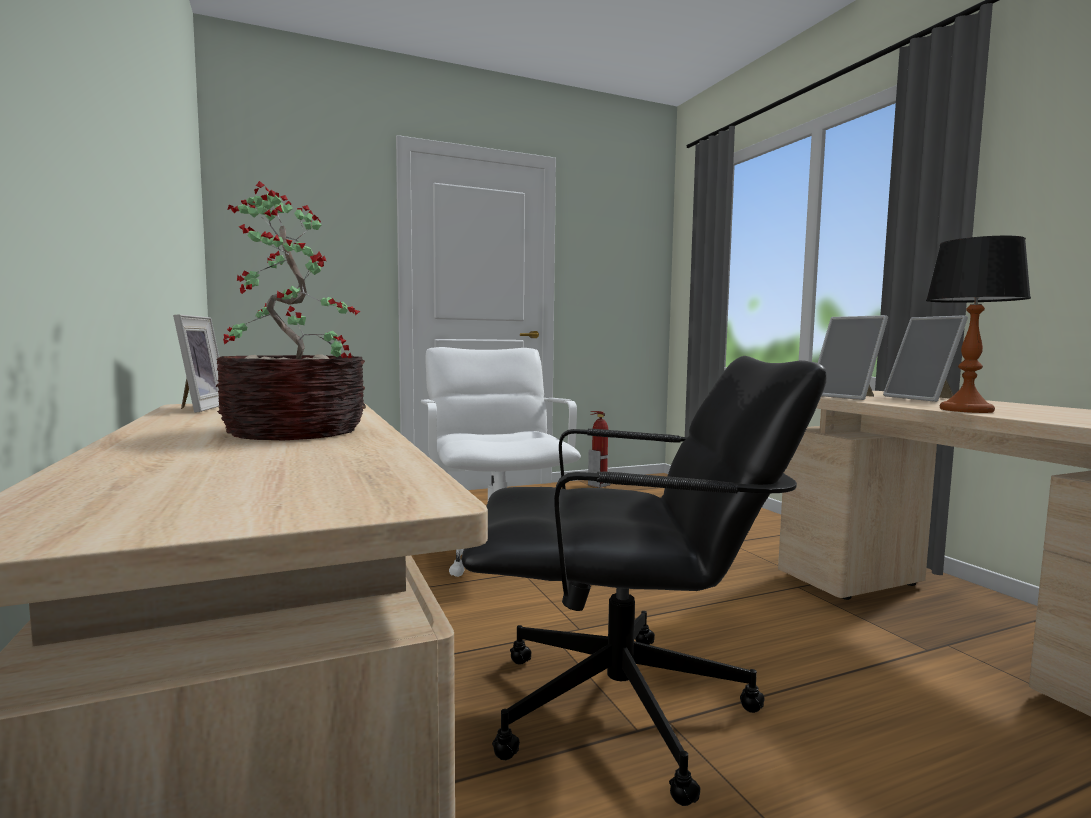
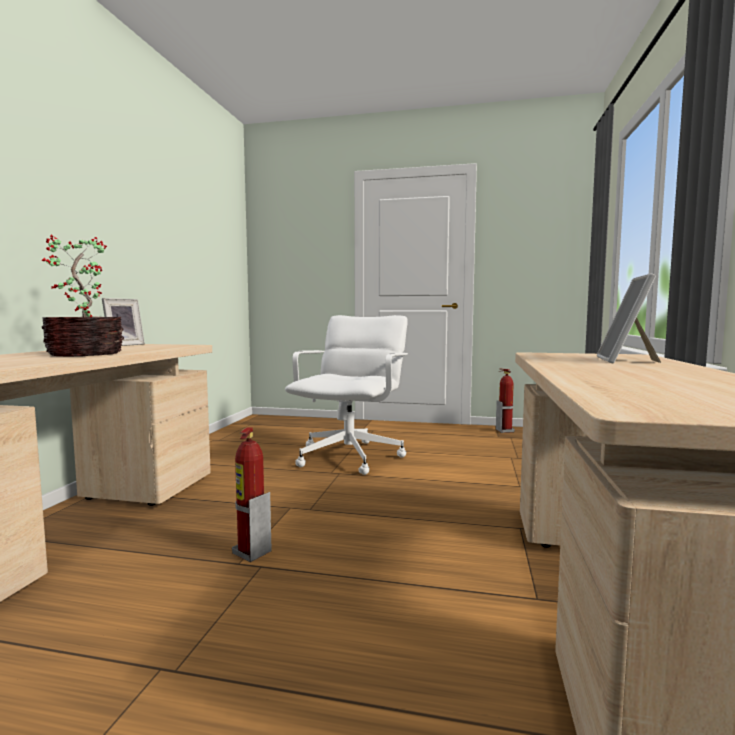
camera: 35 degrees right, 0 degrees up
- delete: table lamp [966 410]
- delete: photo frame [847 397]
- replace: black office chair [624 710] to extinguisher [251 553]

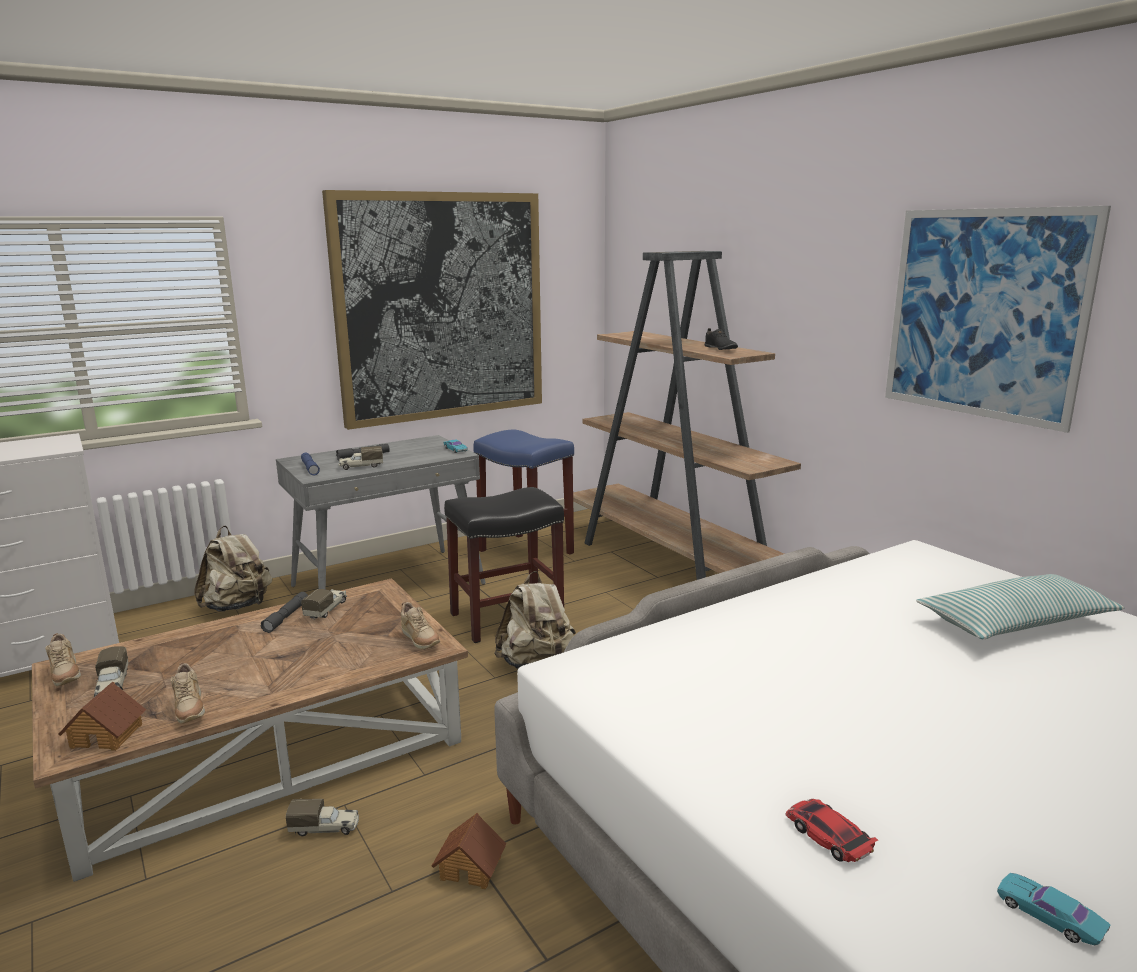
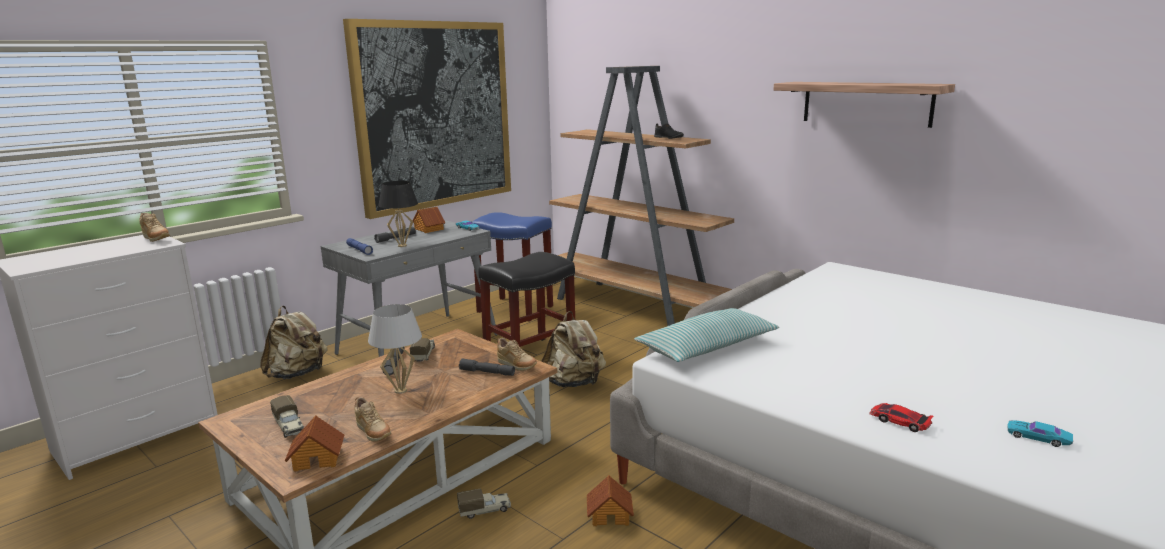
camera: 15 degrees left, 0 degrees up
- replace: wall art [983 314] to bracket shelf [866 103]
- replace: toy truck [361 466] to black table lamp [402 246]
- move: throw pillow [1015 623] to [706 348]
- move: beige low shoe [66 677] to [156 239]
- insert: toy house [428 229]
- insert: whitish table lamp [400 391]
- insert: grey hand torch [487 372]

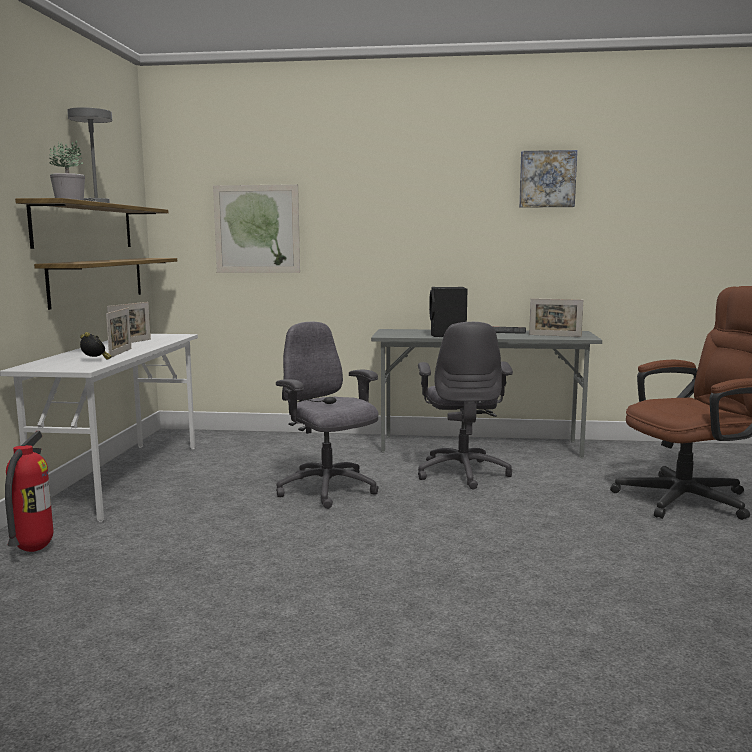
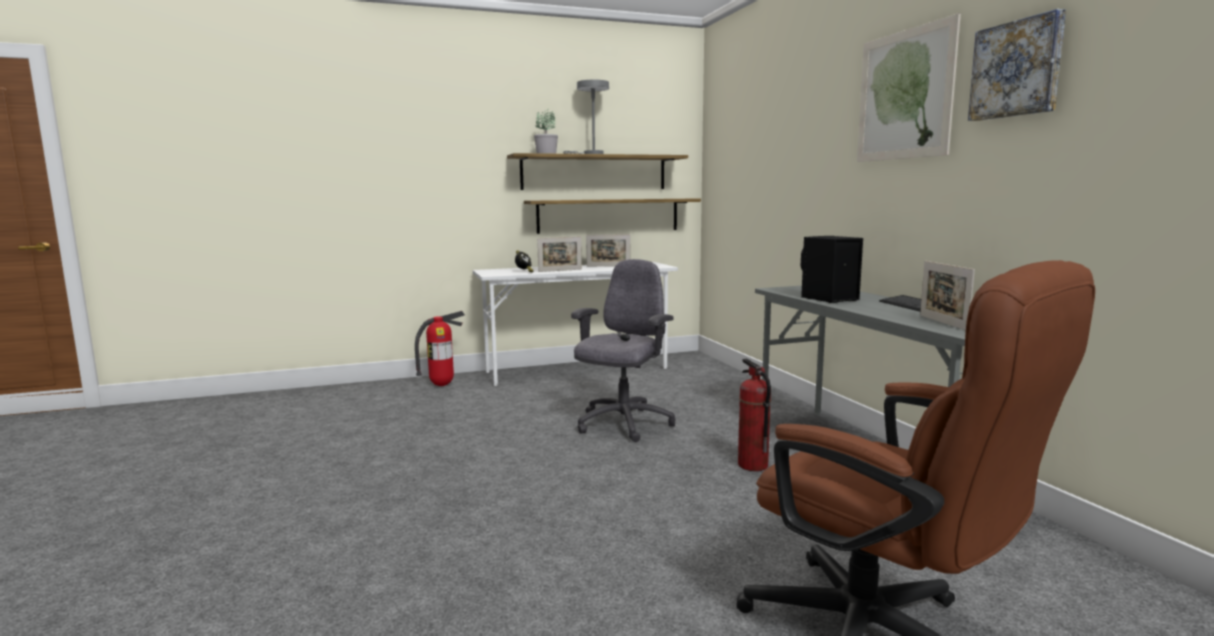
camera: 65 degrees right, 0 degrees up
- move: wall art [257 229] to [904 95]
- replace: grey office chair [463 473] to extinguisher [752 465]

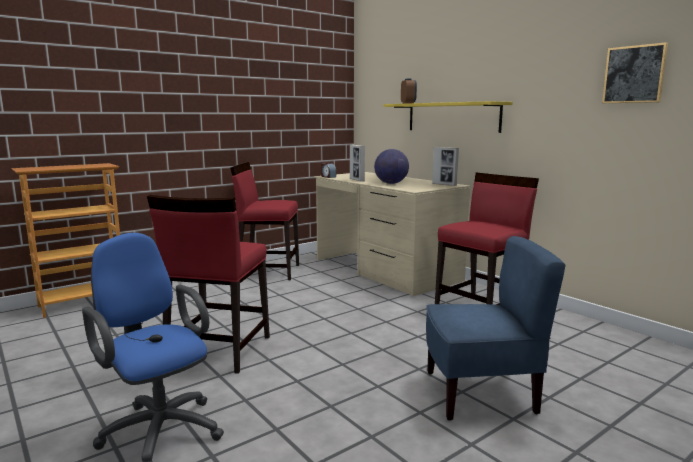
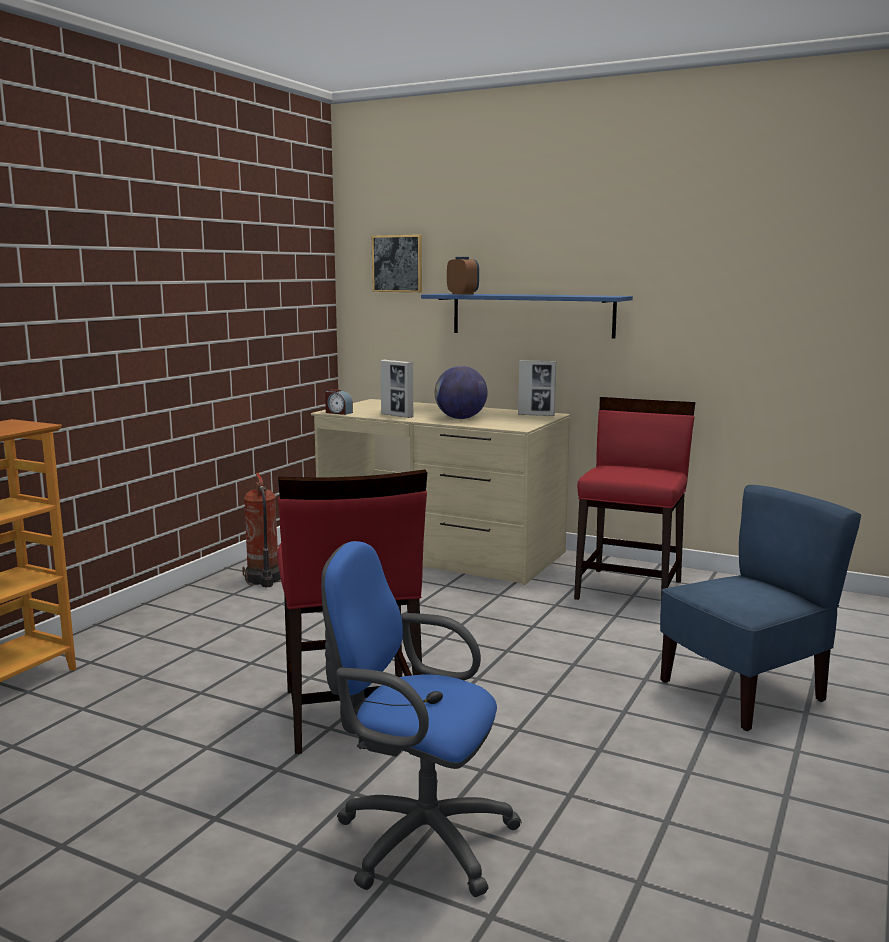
camera: 25 degrees left, 0 degrees up
- move: wall art [634 74] to [397 263]
- recolor: yellow-coloured bracket shelf [452 117] to blue bracket shelf [532 315]
- replace: red-coloured plain chair [267 271] to extinguisher [263 580]

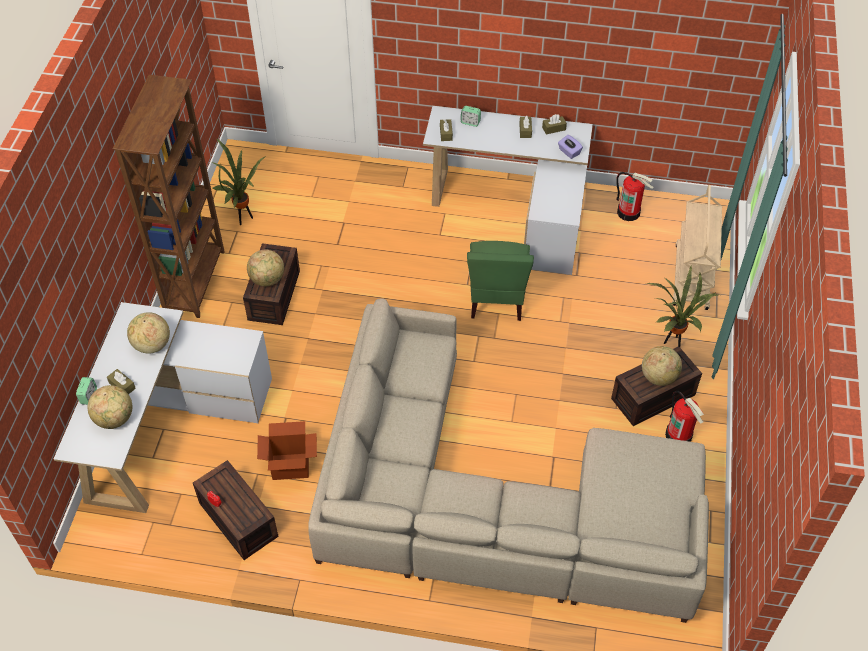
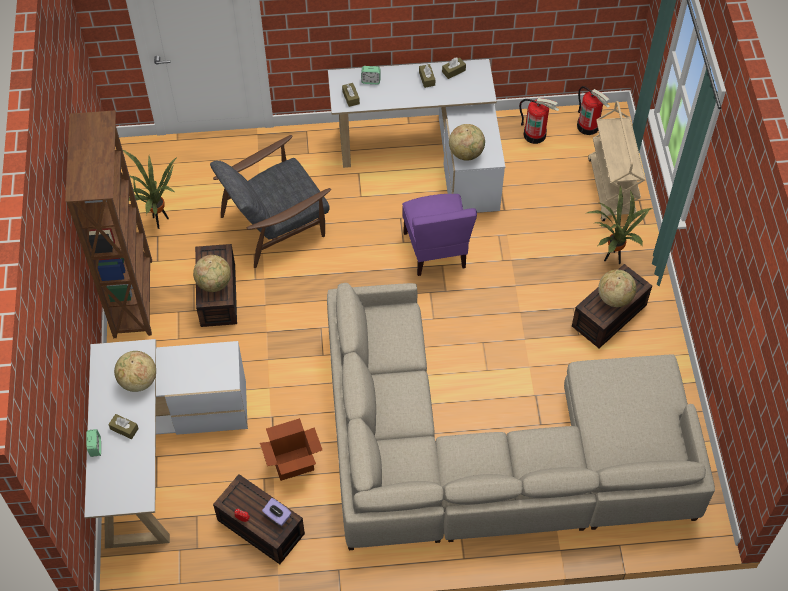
camera: 15 degrees left, 5 degrees up
- move: purplish tissue box [569 152] to [277 516]
- recolor: green plain chair [496 298] to purplish plain chair [436 250]
- move: desk globe [115 418] to [466 153]
- move: extinguisher [679 435] to [588 126]
- insert: grey lounge chair [275 223]

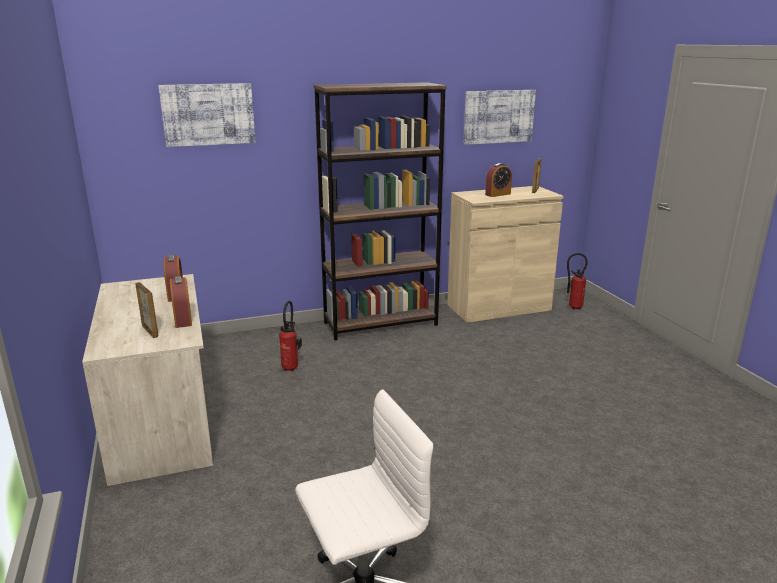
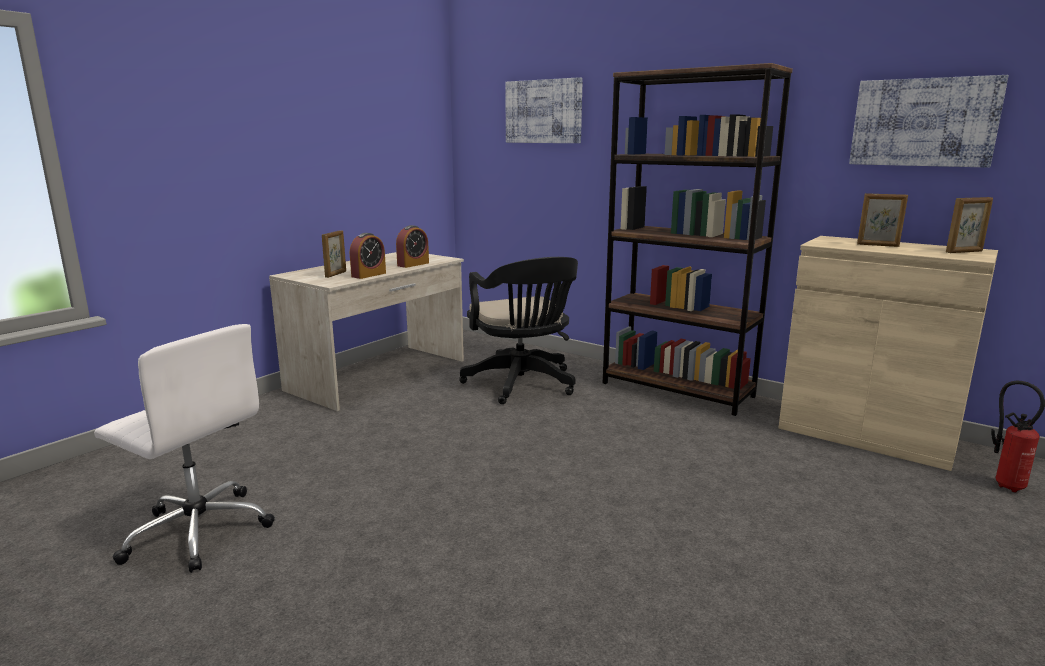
camera: 55 degrees right, 5 degrees down
- replace: alarm clock [498 194] to photo frame [878 245]
- replace: extinguisher [292 367] to black office chair [523 385]

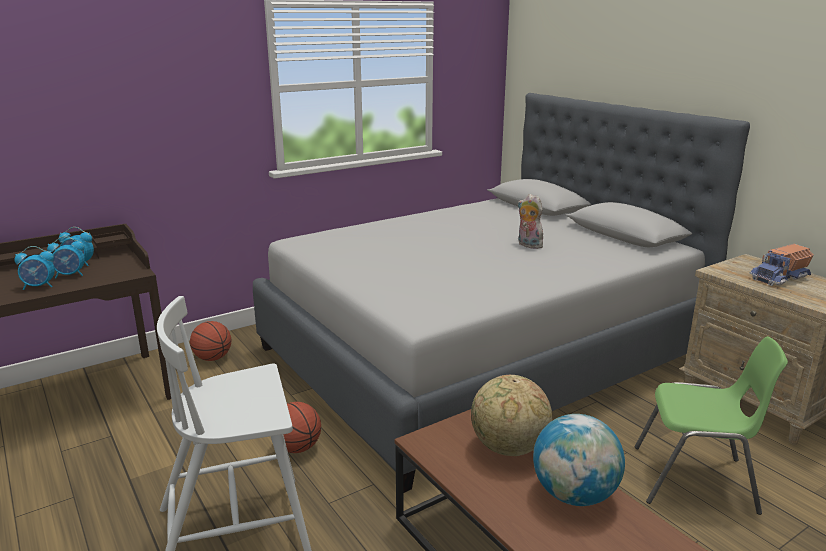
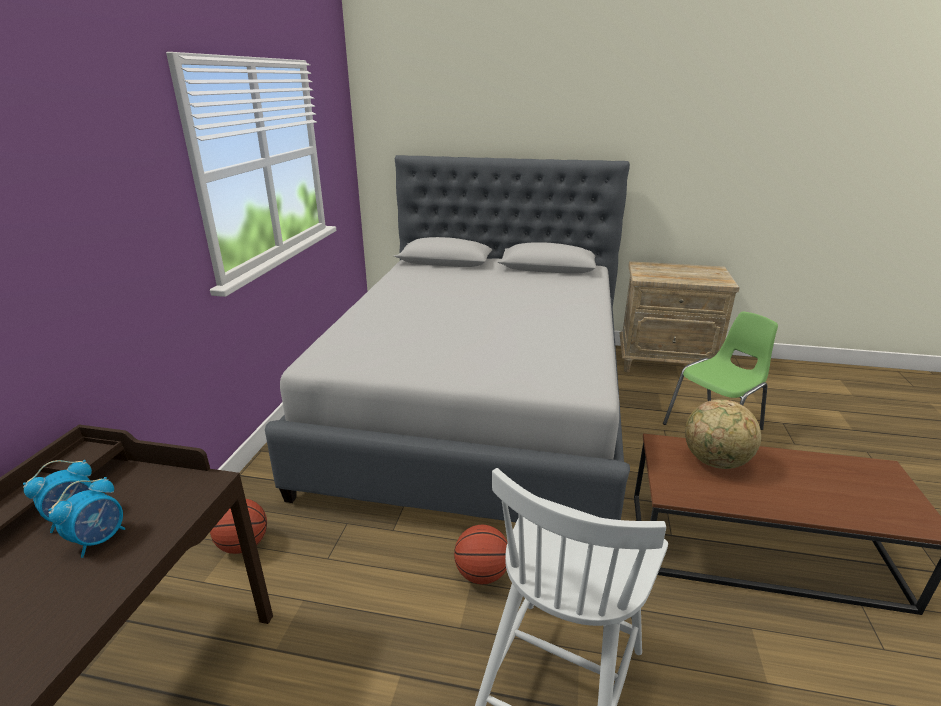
camera: 45 degrees left, 5 degrees up
- delete: cuddly toy [528 245]
- delete: toy truck [780 278]
- delete: alarm clock [39 286]
- delete: desk globe [574 495]

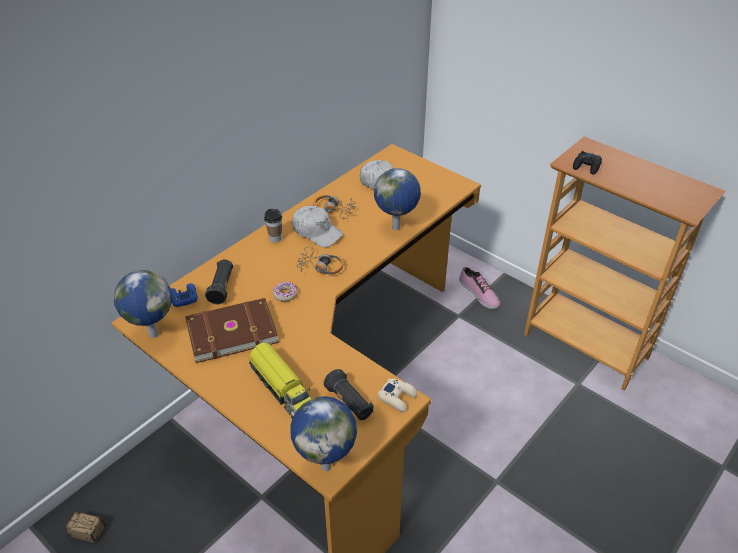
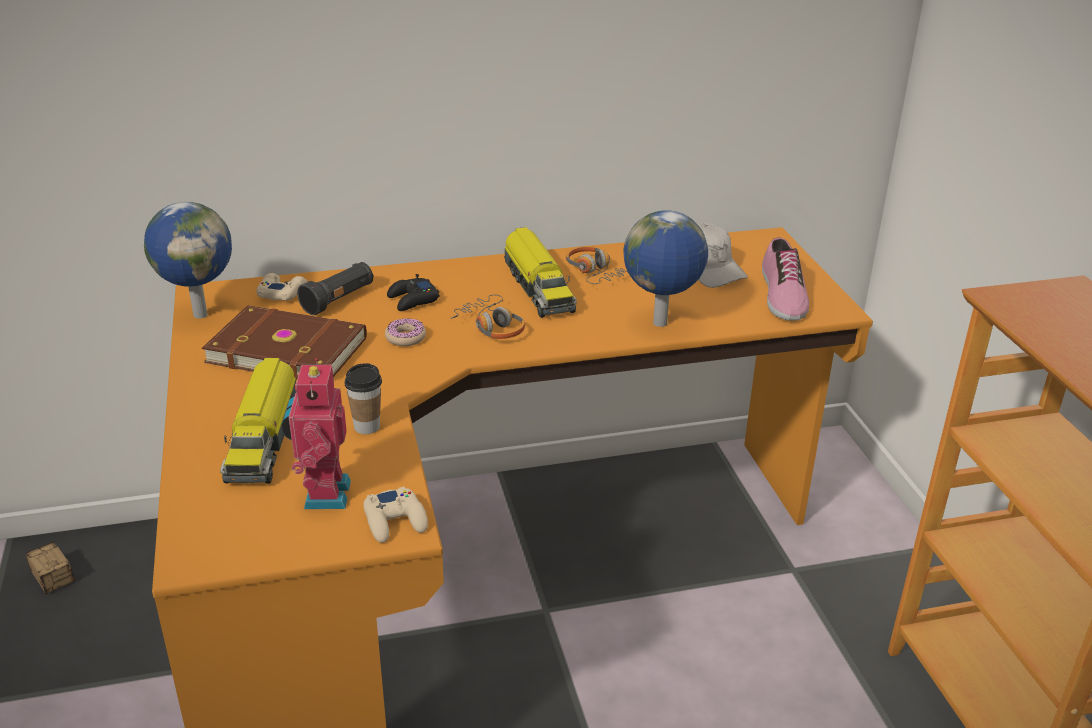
camera: 35 degrees right, 10 degrees down
- move: black joypad [587 166] to [412 300]
- replace: whitish cap [317 232] to toy truck [538 287]
- move: small cup [275 238] to [367 427]
- move: low shoe [478 294] to [781 294]
- recolor: blue joypad [183 298] to beige joypad [282 292]
- replace: black hand torch [349 403] to robot figure [323 494]
- delete: desk globe [326 465]

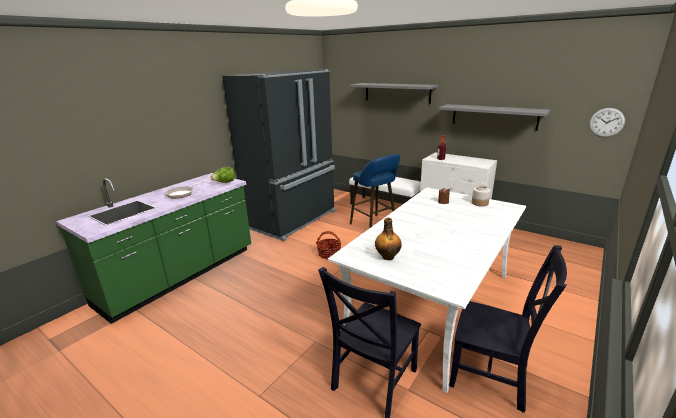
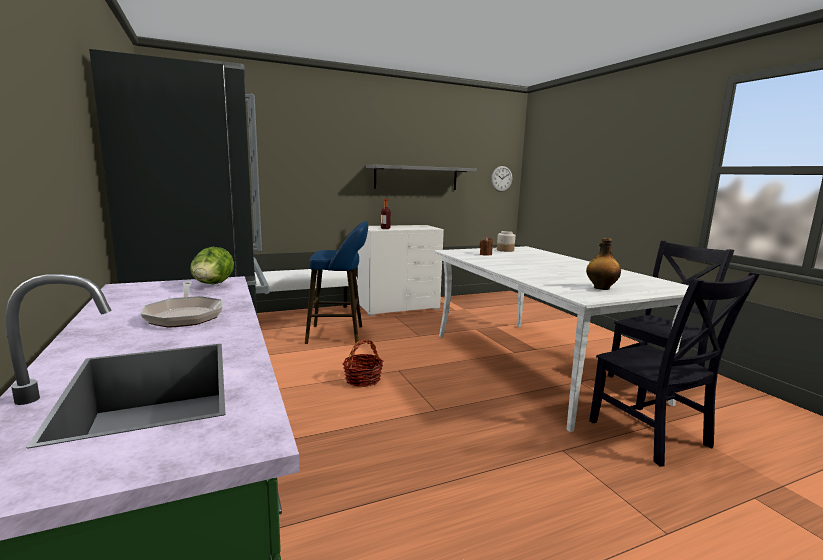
camera: 60 degrees left, 10 degrees down
- delete: grey bracket shelf [397 93]

